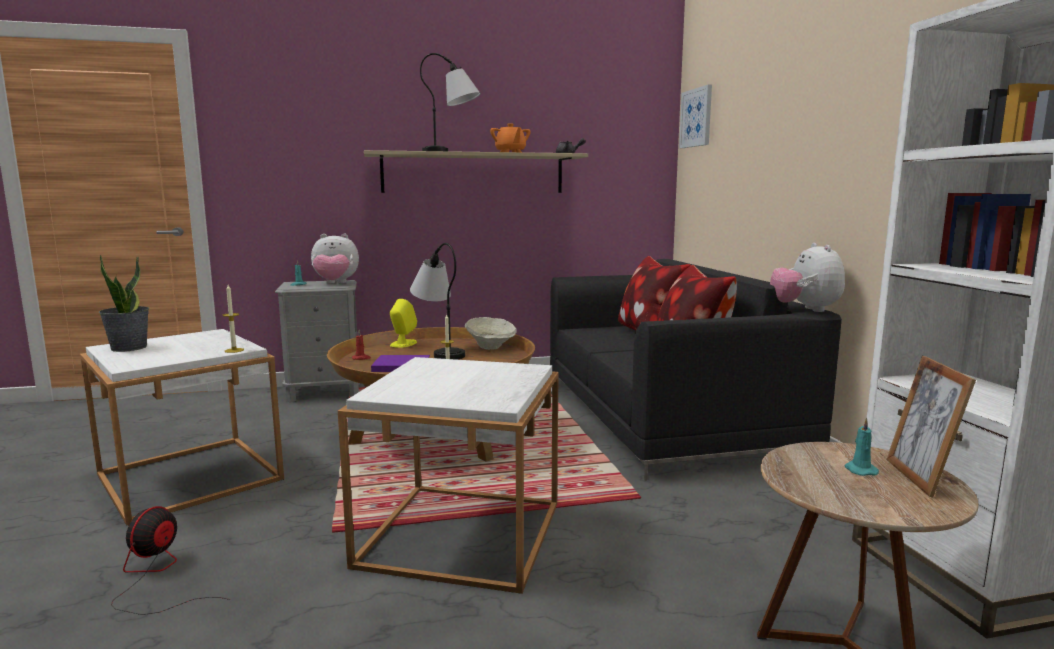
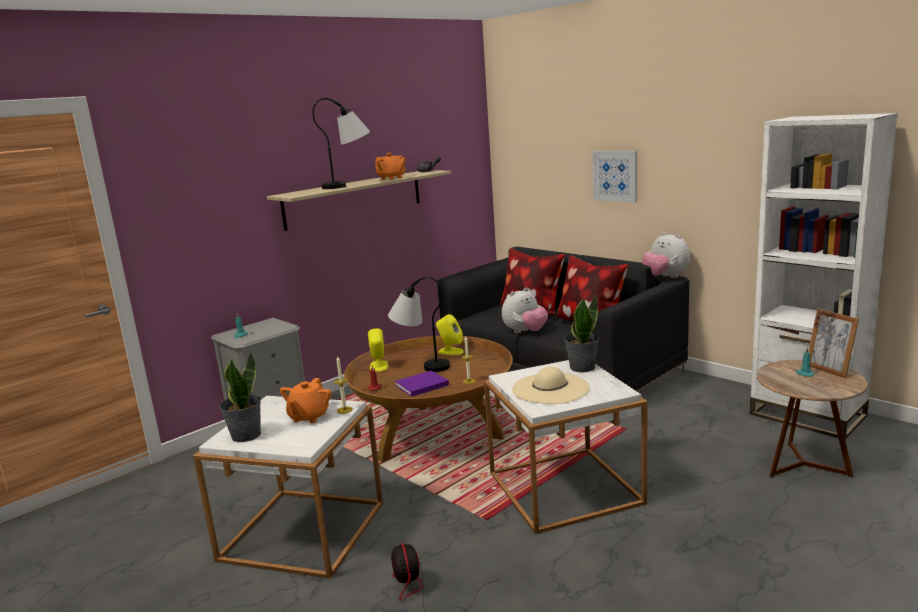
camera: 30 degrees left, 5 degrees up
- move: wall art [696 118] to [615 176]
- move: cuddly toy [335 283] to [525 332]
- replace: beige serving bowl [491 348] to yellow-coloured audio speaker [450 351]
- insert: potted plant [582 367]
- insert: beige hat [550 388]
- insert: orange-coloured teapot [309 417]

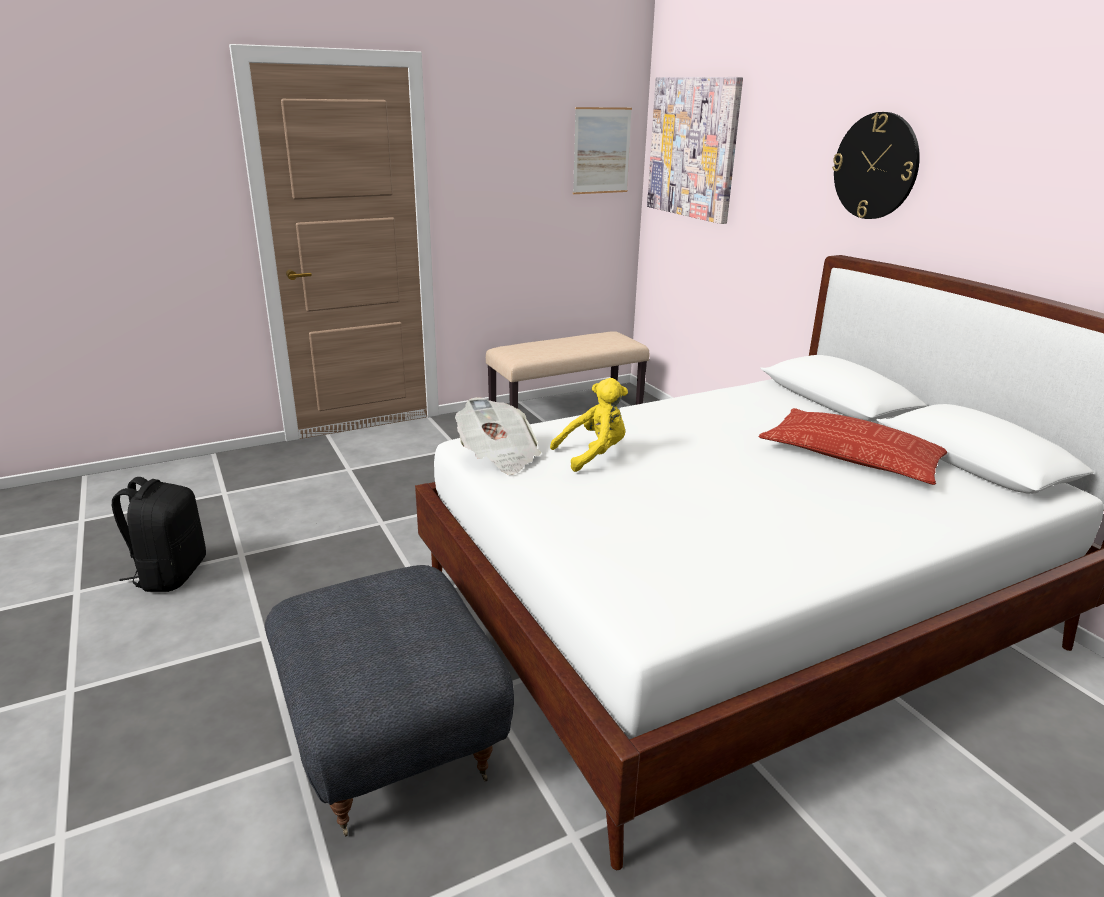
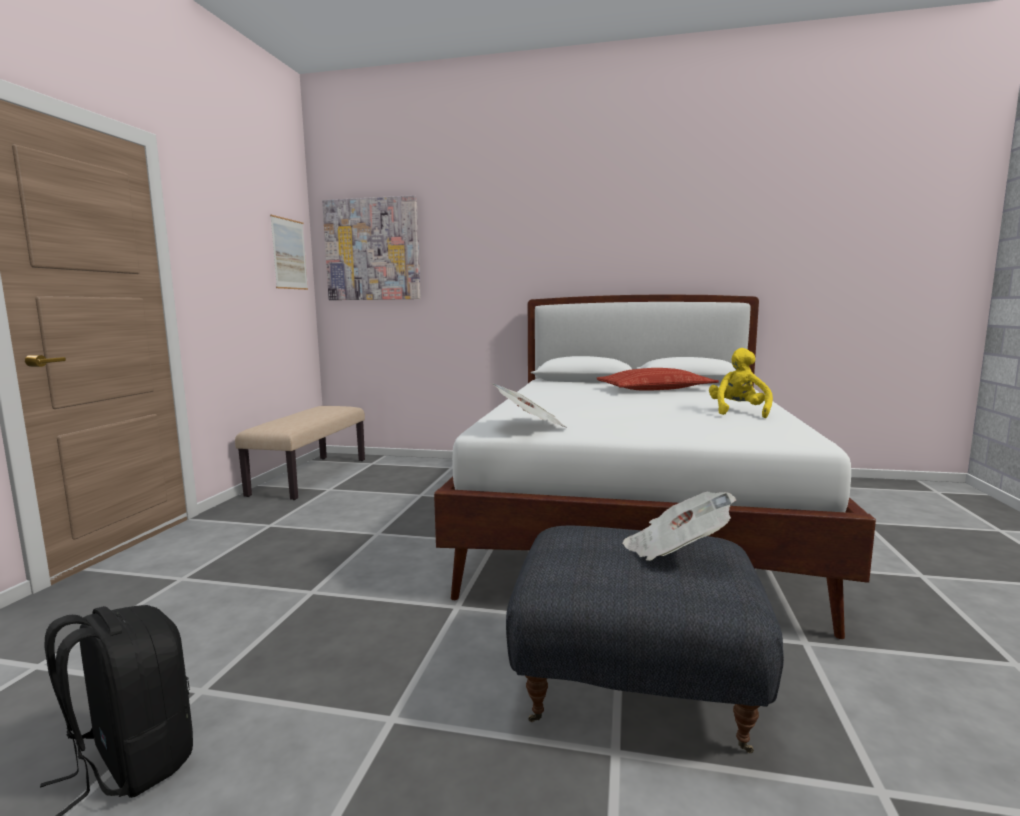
camera: 50 degrees left, 15 degrees down
- delete: hanging clock [876 166]
- move: yellow-coloured cuddly toy [593 455] to [738 412]
- insert: newspaper [675 551]

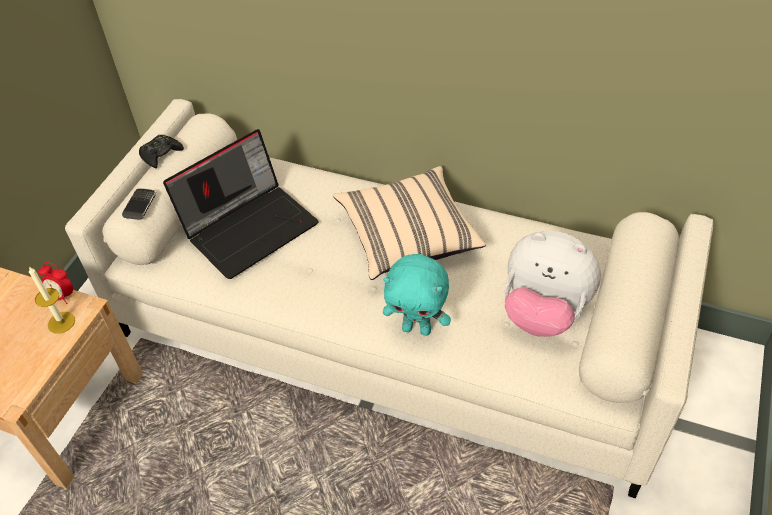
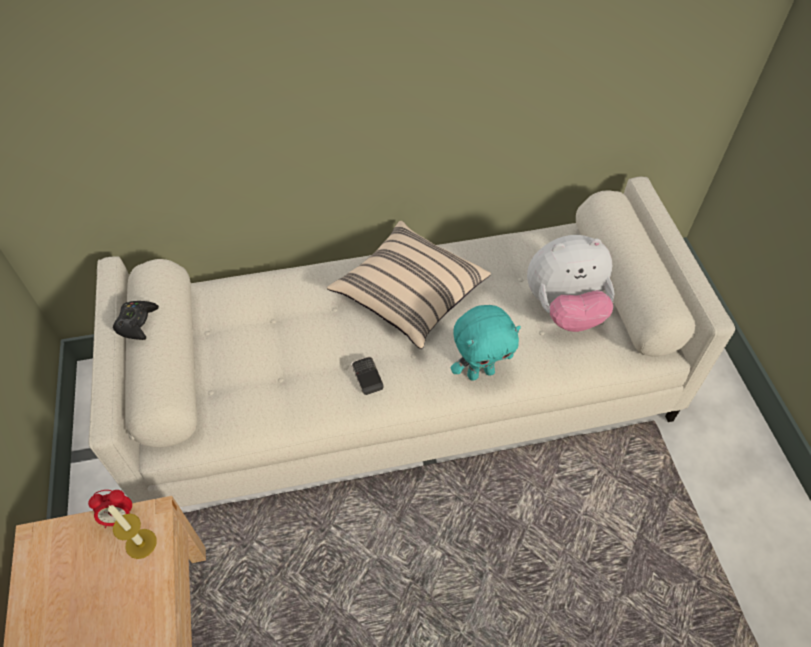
camera: 35 degrees left, 5 degrees up
- delete: laptop [250 226]
- move: telephone [140 205] to [367 376]

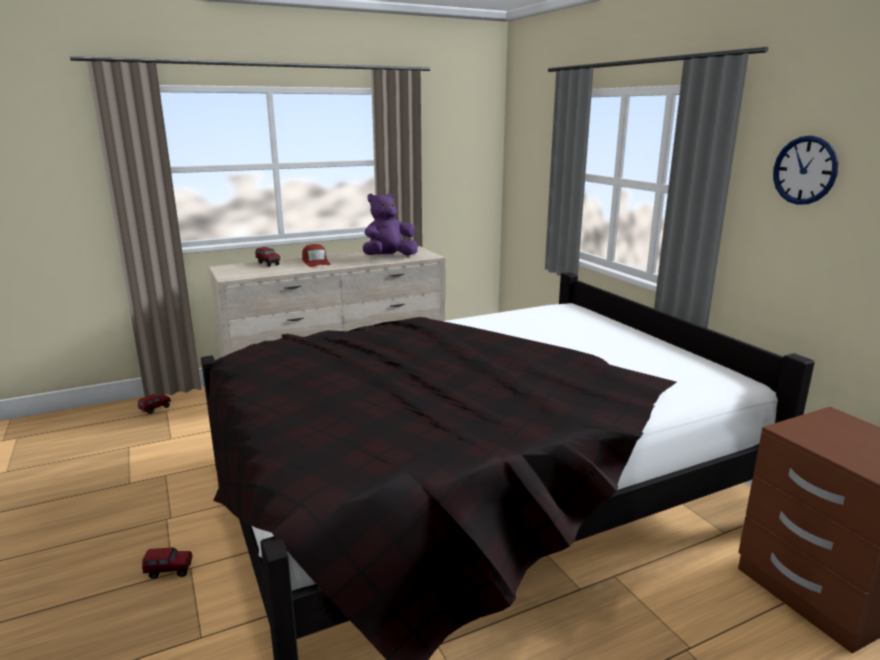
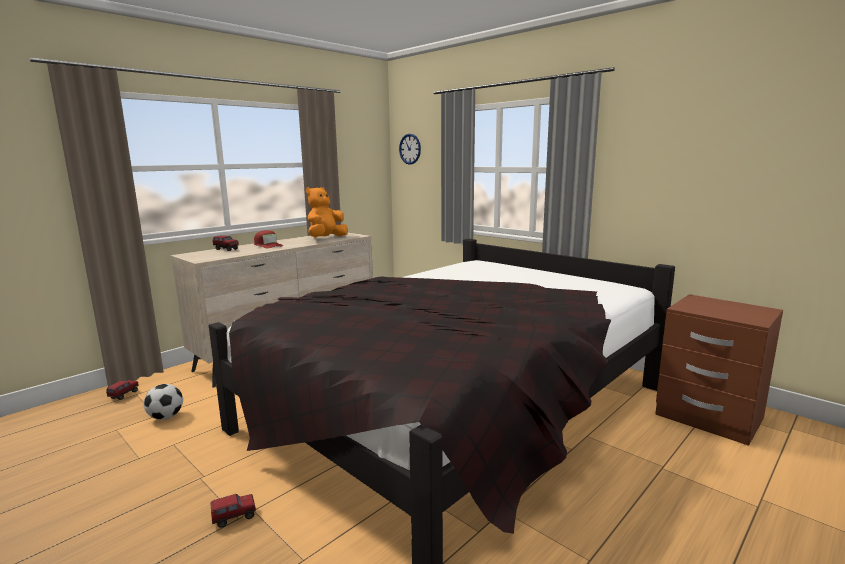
camera: 20 degrees left, 5 degrees down
- move: hanging clock [805 170] to [410 149]
- recolor: purplish cuddly toy [389 257] to orange-coloured cuddly toy [326 238]
- insert: ball for football [166 417]

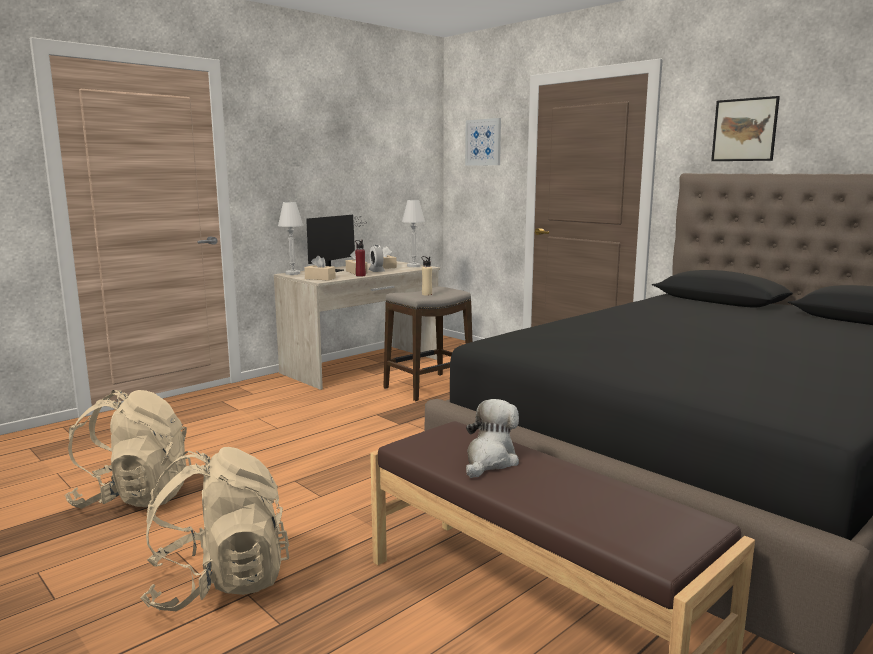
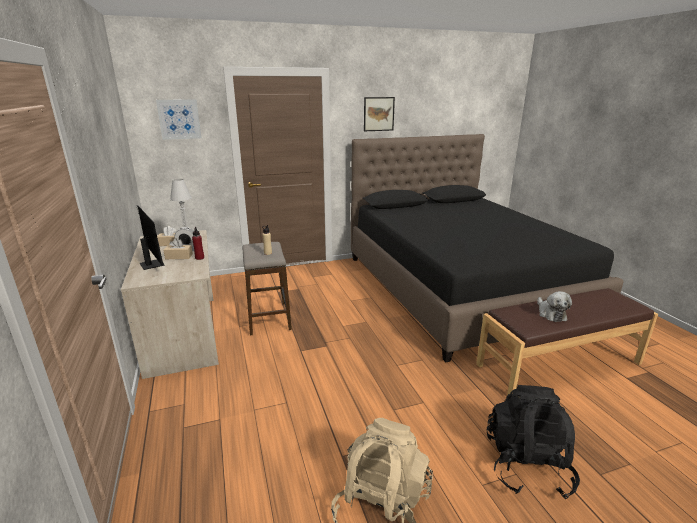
camera: 65 degrees left, 10 degrees up
- delete: whitish table lamp [292 273]
- delete: beige tissue box [320 278]
- rotate: cuddly toy [490 461] = [550 314] 150 degrees counterclockwise
- recolor: beige rucksack [219 583] to black rucksack [526 465]

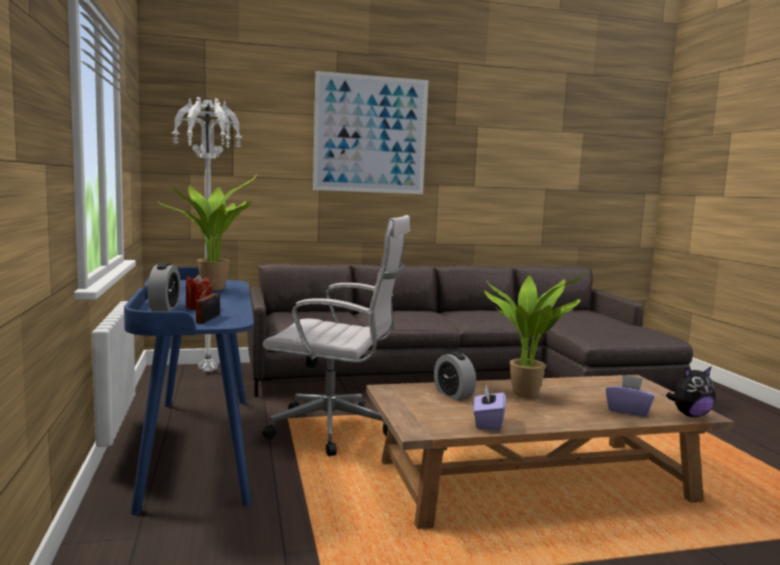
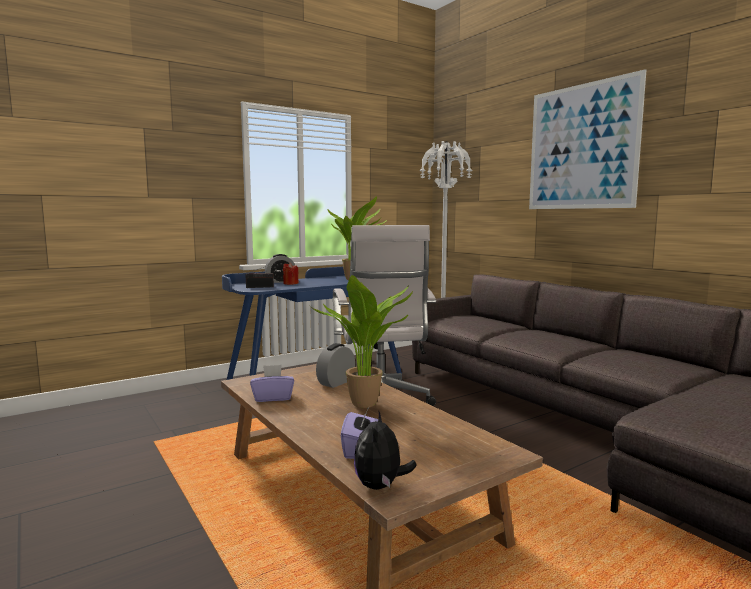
camera: 70 degrees right, 0 degrees up
- rotate: cuddly toy [690 415] = [381 486] 45 degrees clockwise

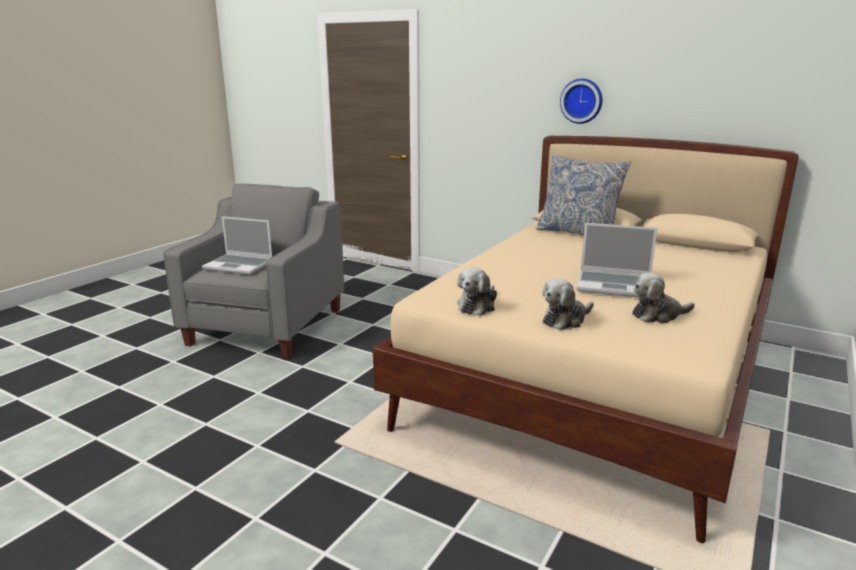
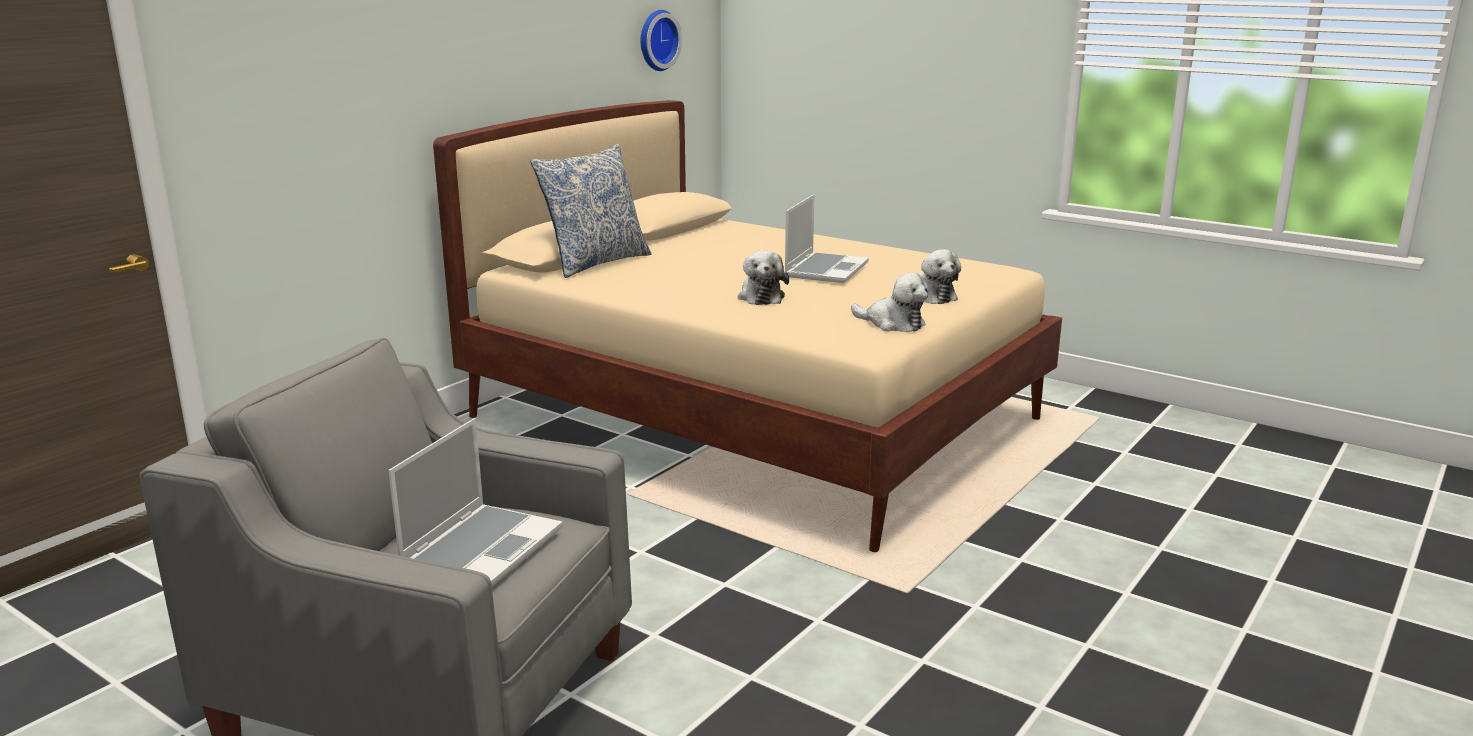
camera: 85 degrees left, 0 degrees up
- move: hanging clock [582 101] to [656 40]
- move: cuddly toy [658 315] to [761 297]

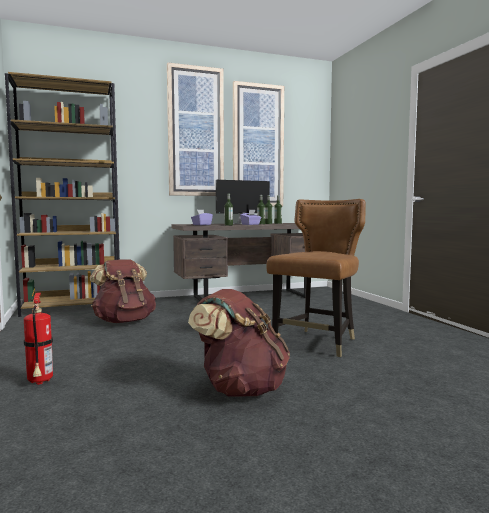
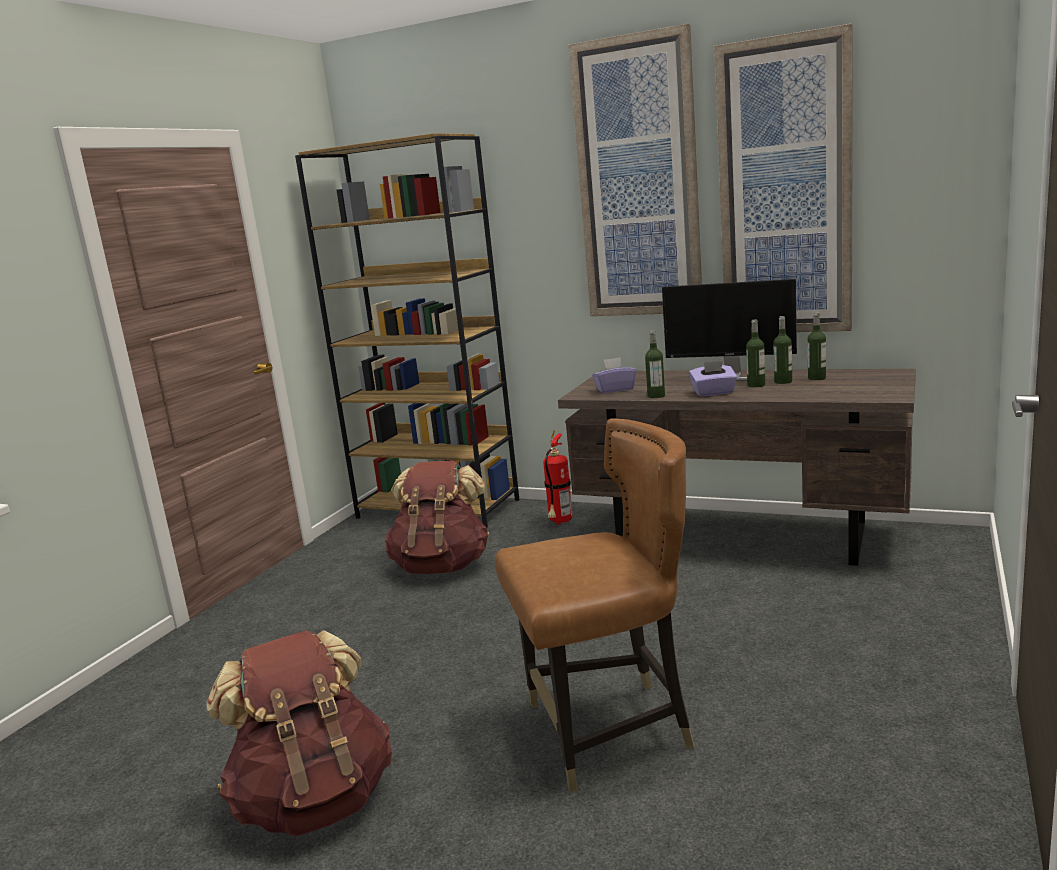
camera: 45 degrees right, 10 degrees up
- move: extinguisher [40 382] to [560 522]

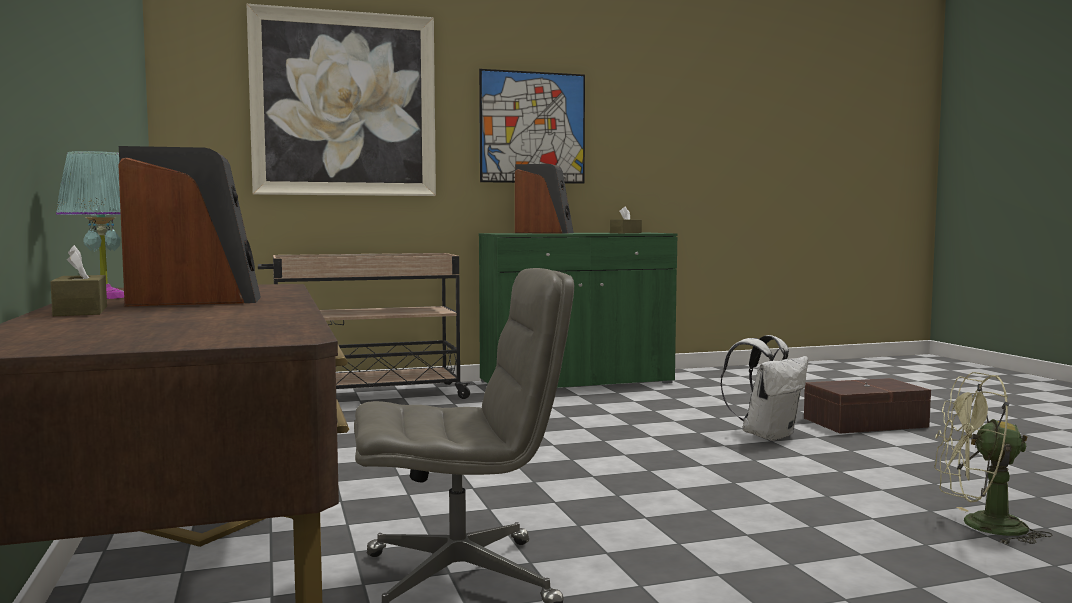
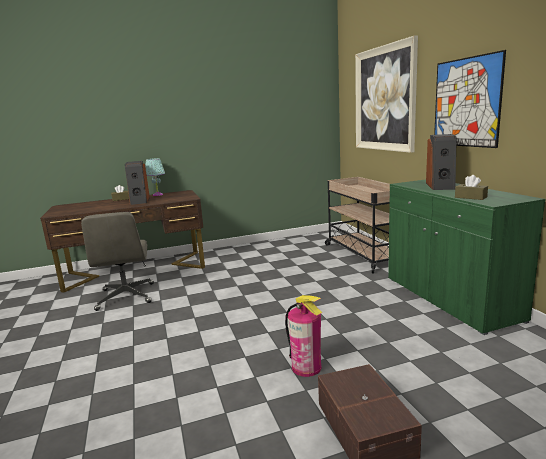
camera: 90 degrees right, 10 degrees up
- replace: whitish rucksack [767 435] to extinguisher [306 367]
- delete: green electric fan [980 526]

